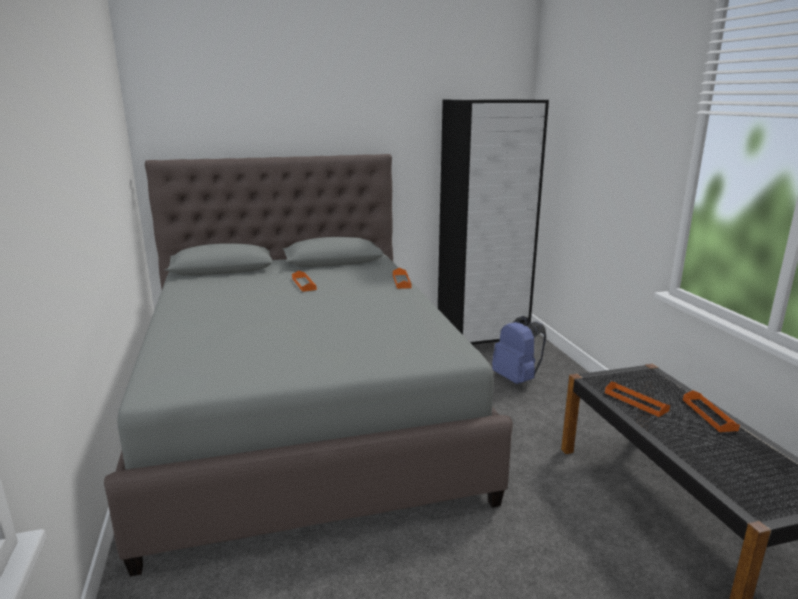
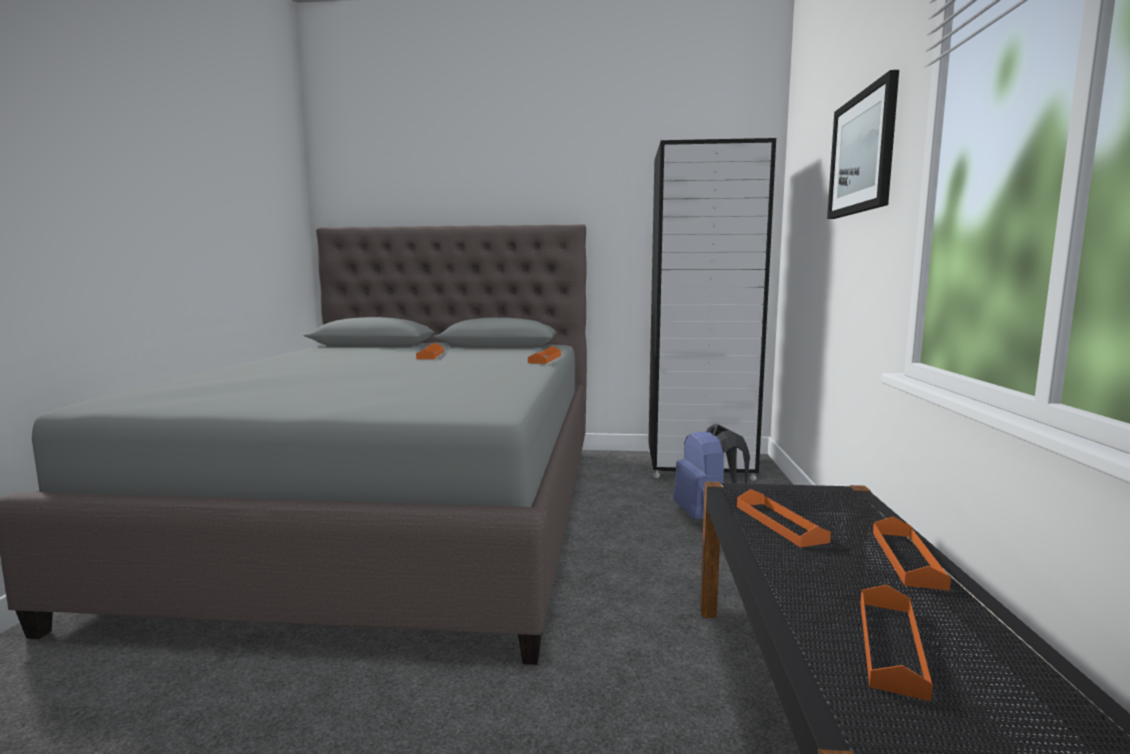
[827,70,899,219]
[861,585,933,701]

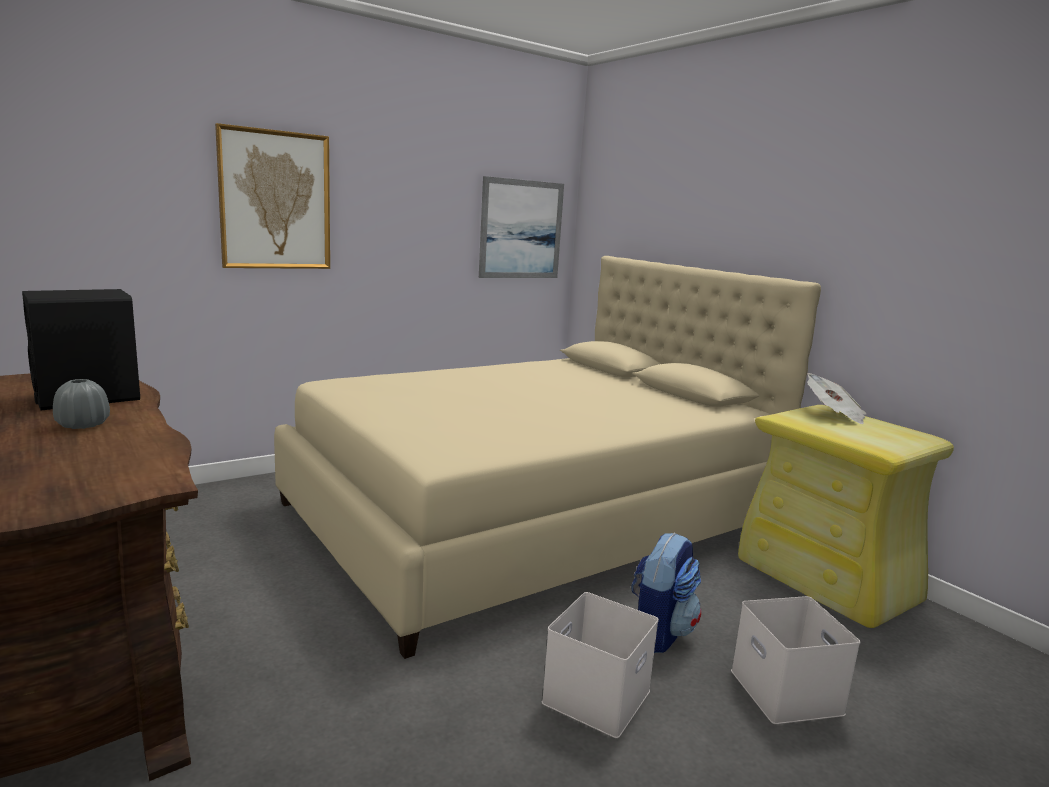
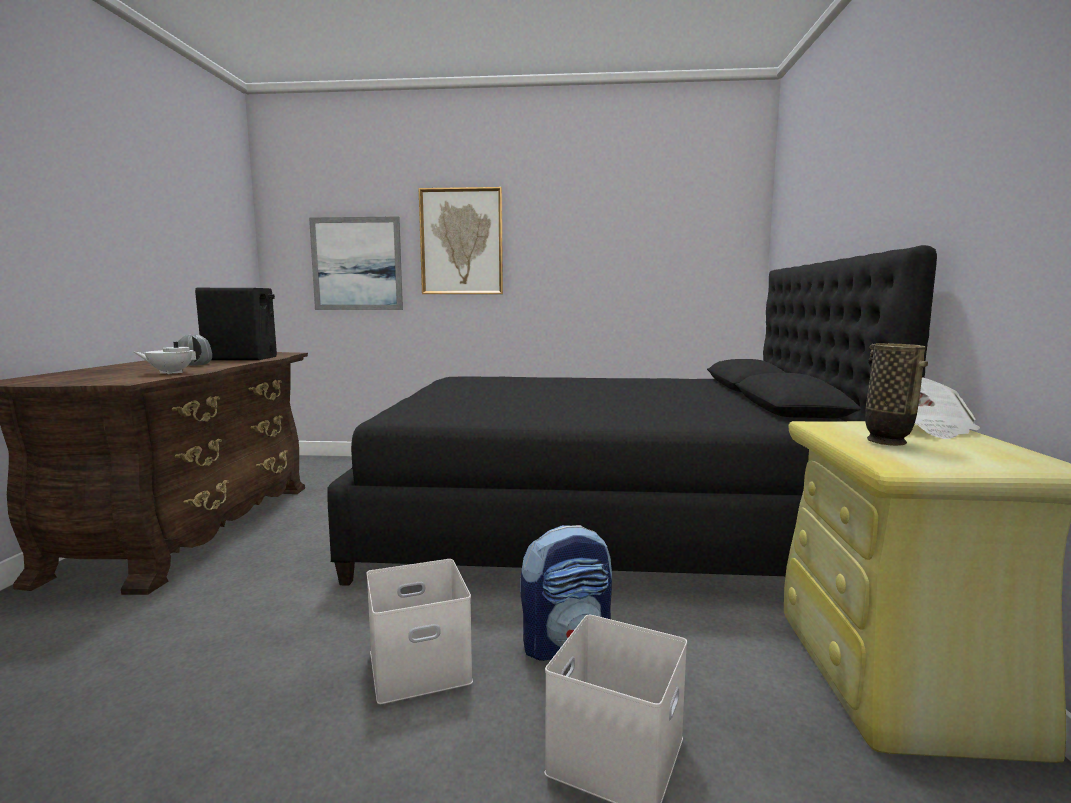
[327,245,937,586]
[309,216,403,310]
[134,336,202,374]
[865,343,928,446]

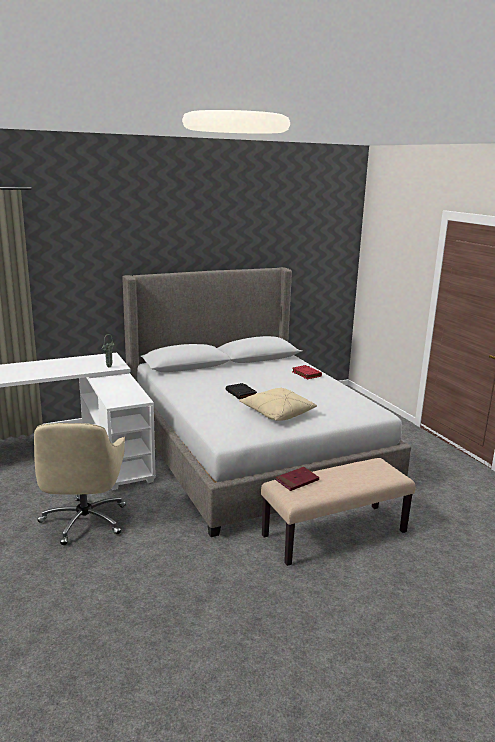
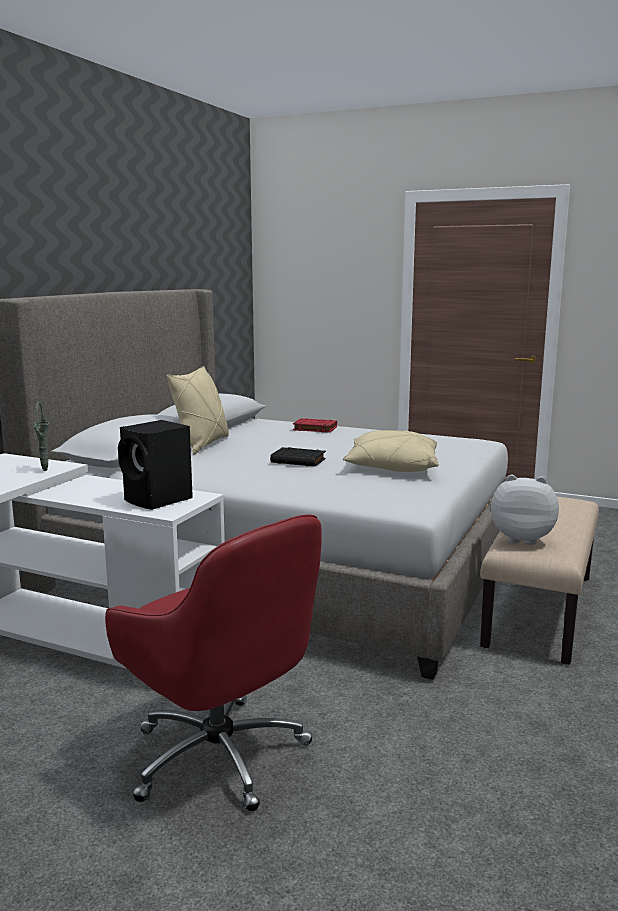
[105,515,322,811]
[491,475,559,545]
[118,420,193,510]
[167,366,229,455]

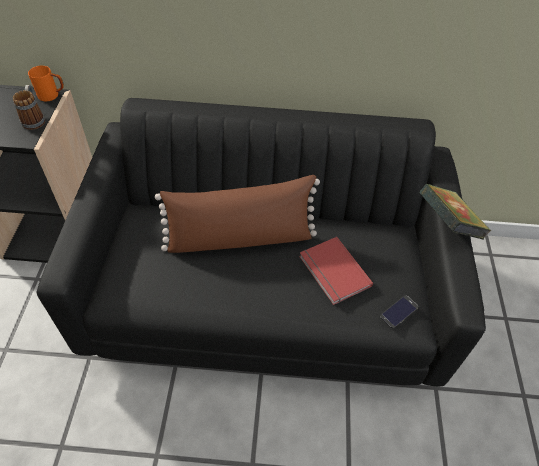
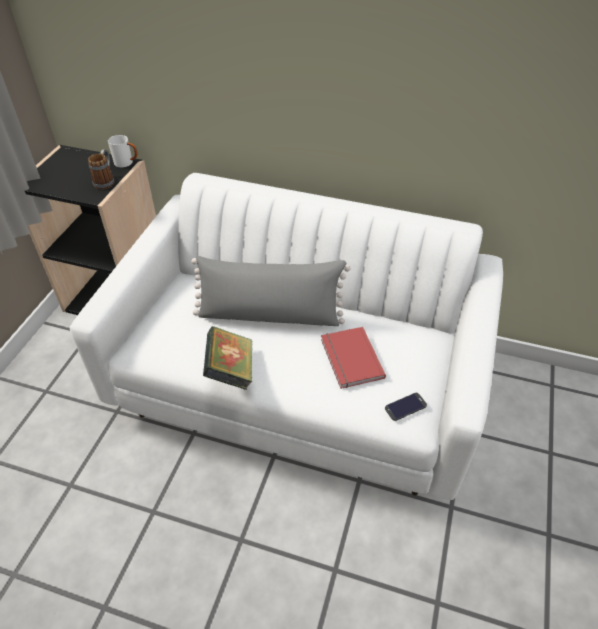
[108,135,138,168]
[70,173,503,500]
[191,256,351,326]
[203,326,252,390]

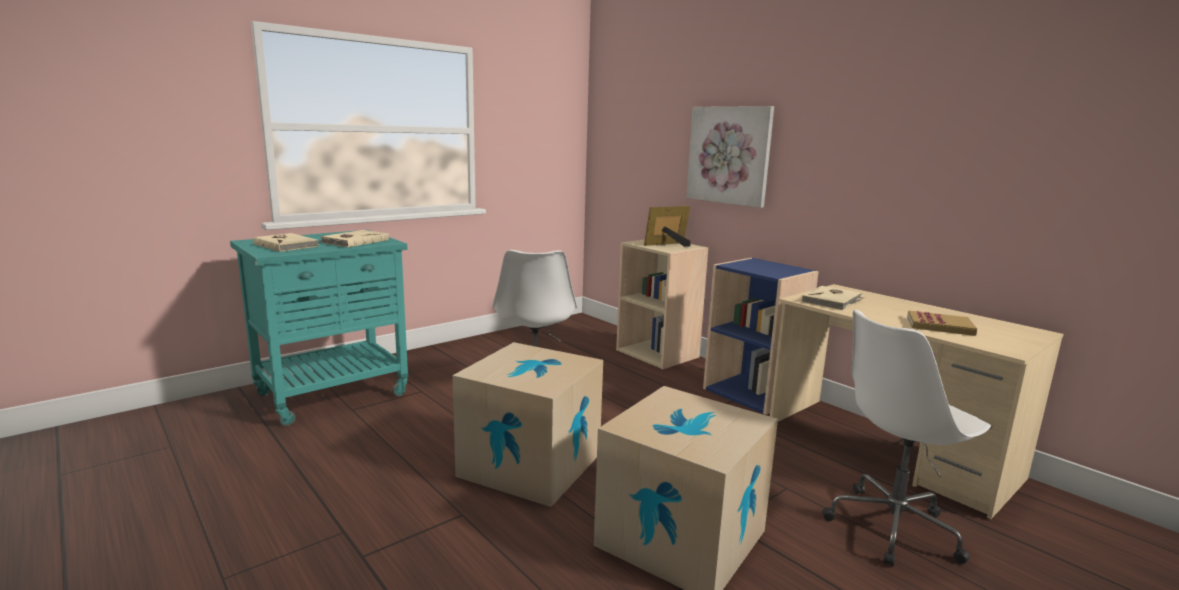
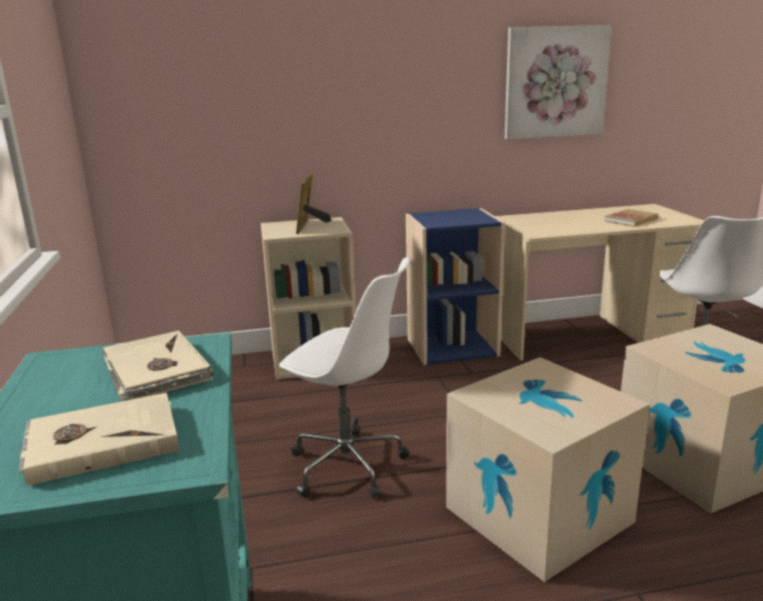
[505,25,611,140]
[802,286,864,310] (first image)

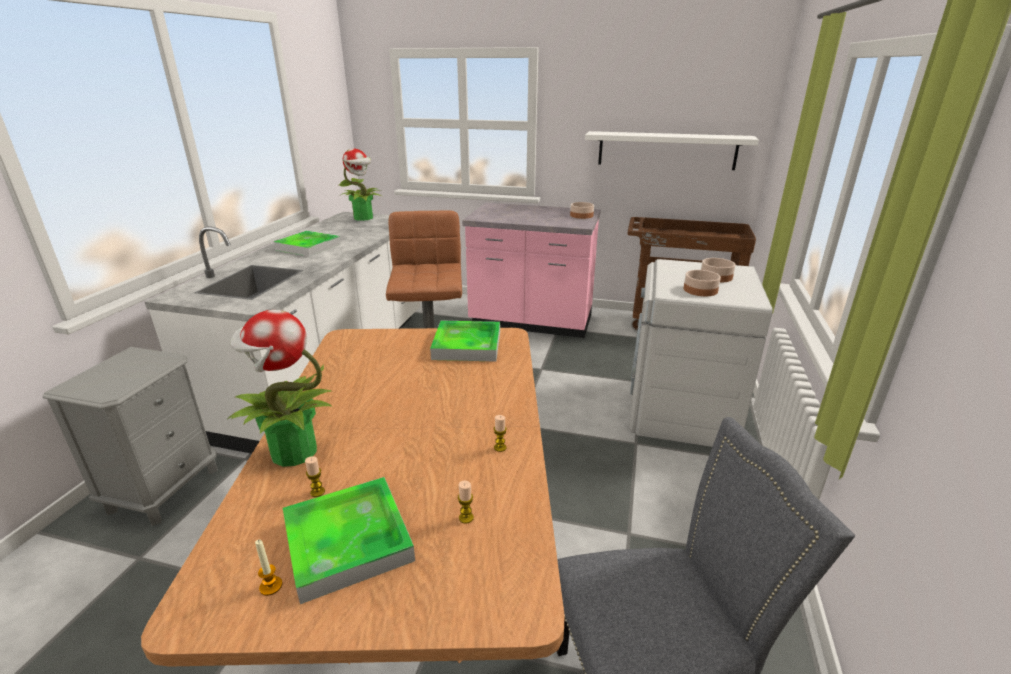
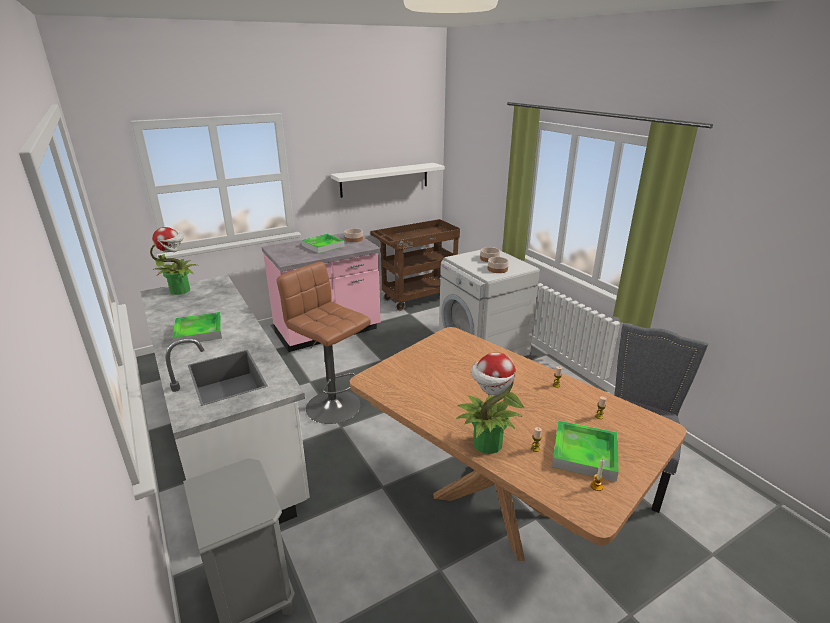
[301,234,345,254]

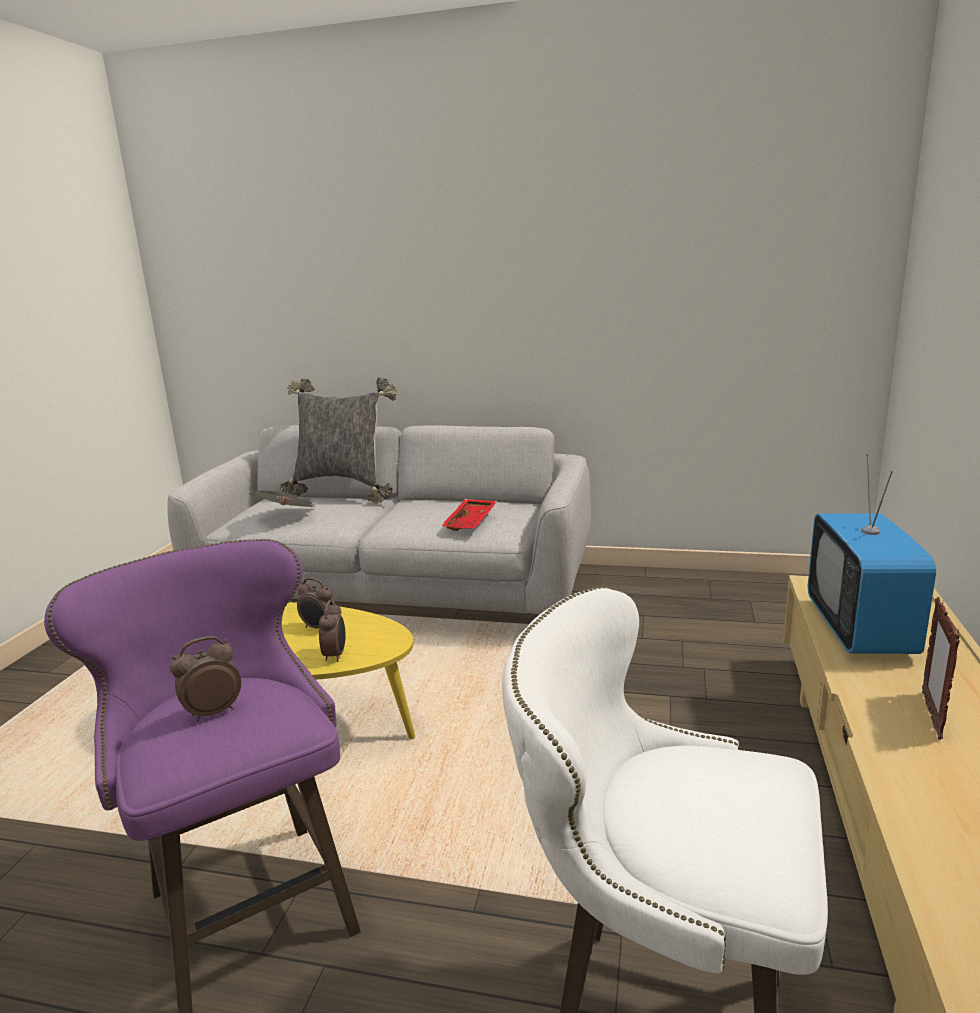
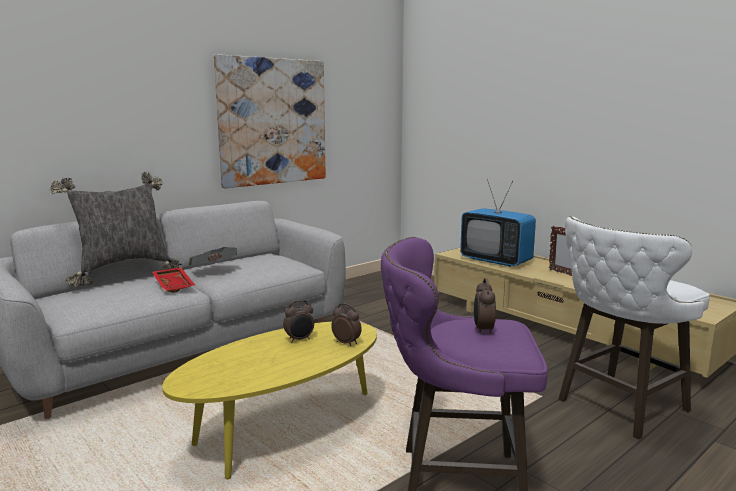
[188,247,237,267]
[152,267,195,293]
[214,54,326,188]

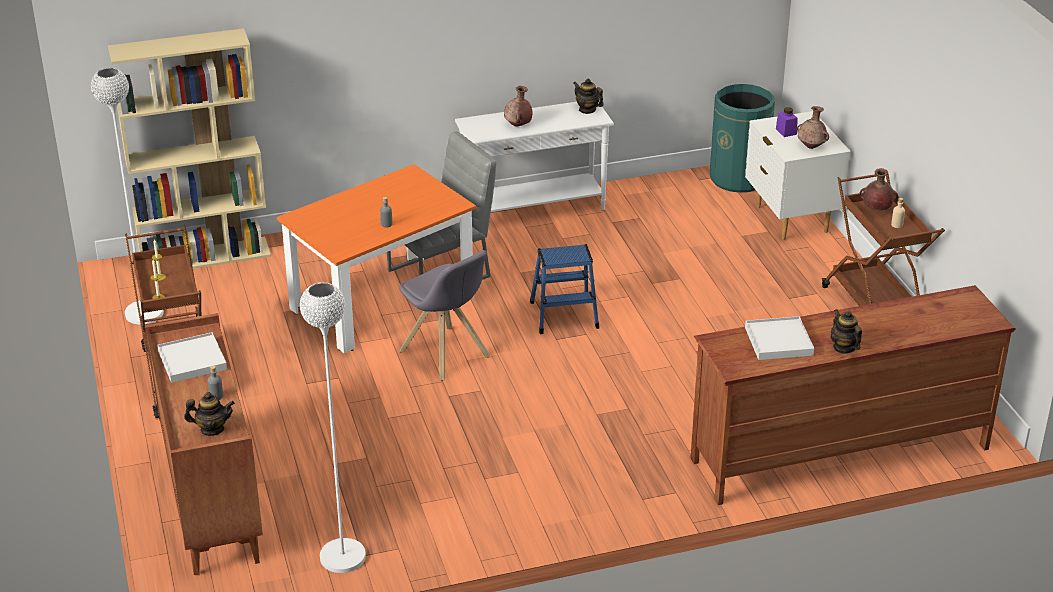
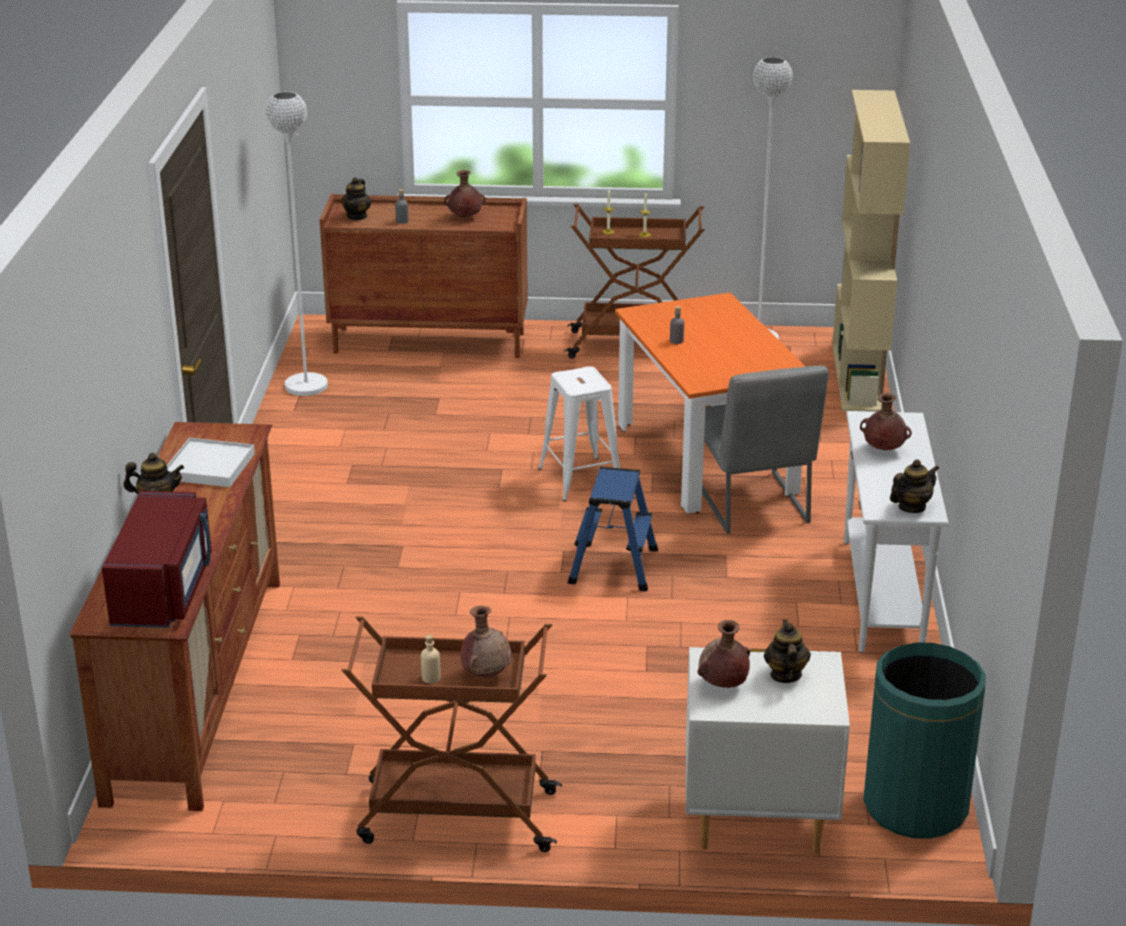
[444,170,485,218]
[538,366,620,501]
[764,619,811,683]
[102,491,212,628]

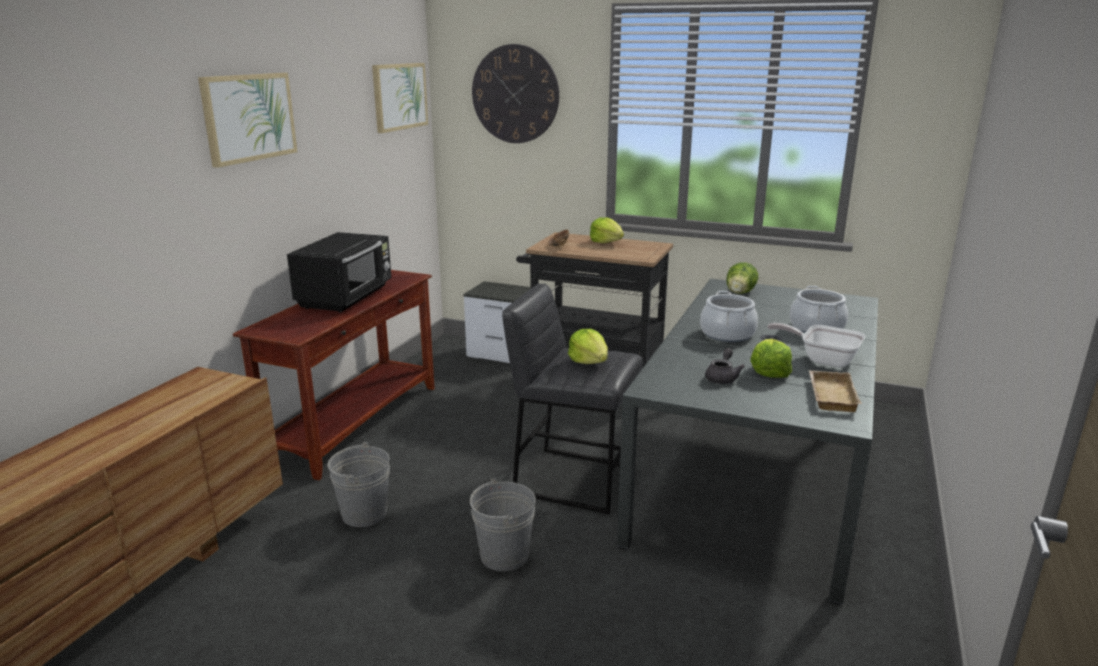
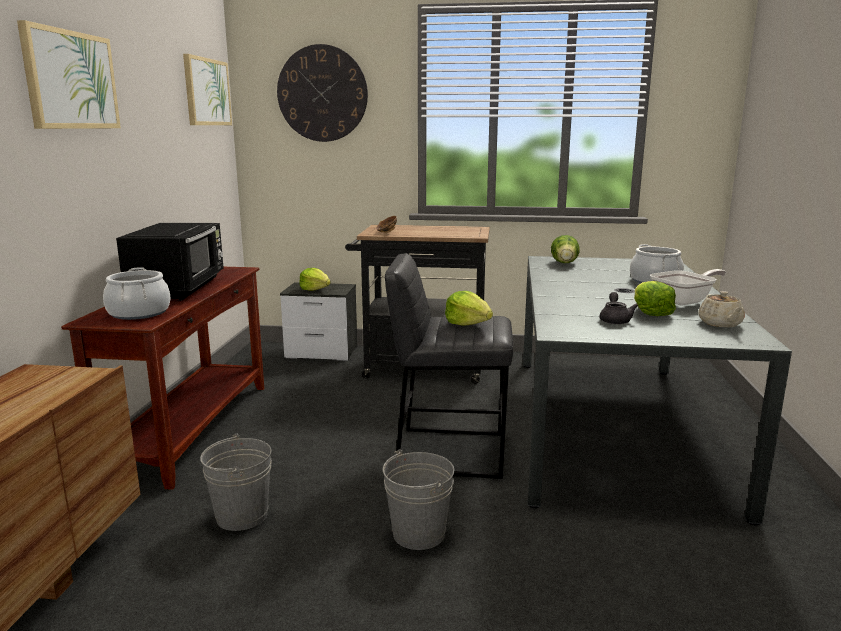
[299,268,331,291]
[103,267,171,320]
[650,269,726,305]
[698,291,745,327]

